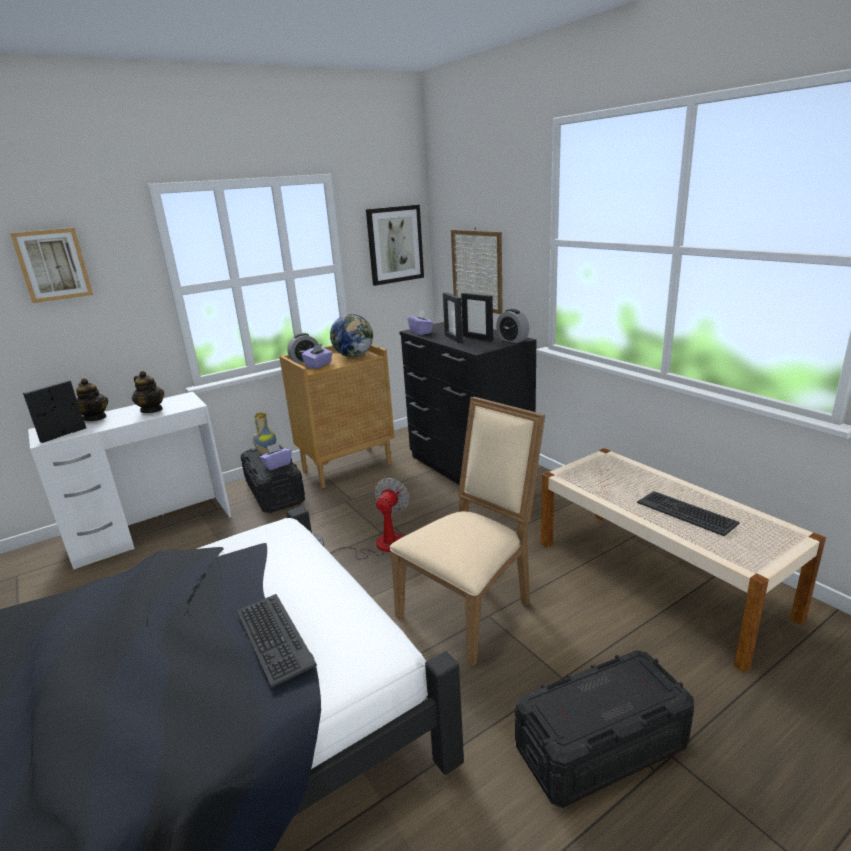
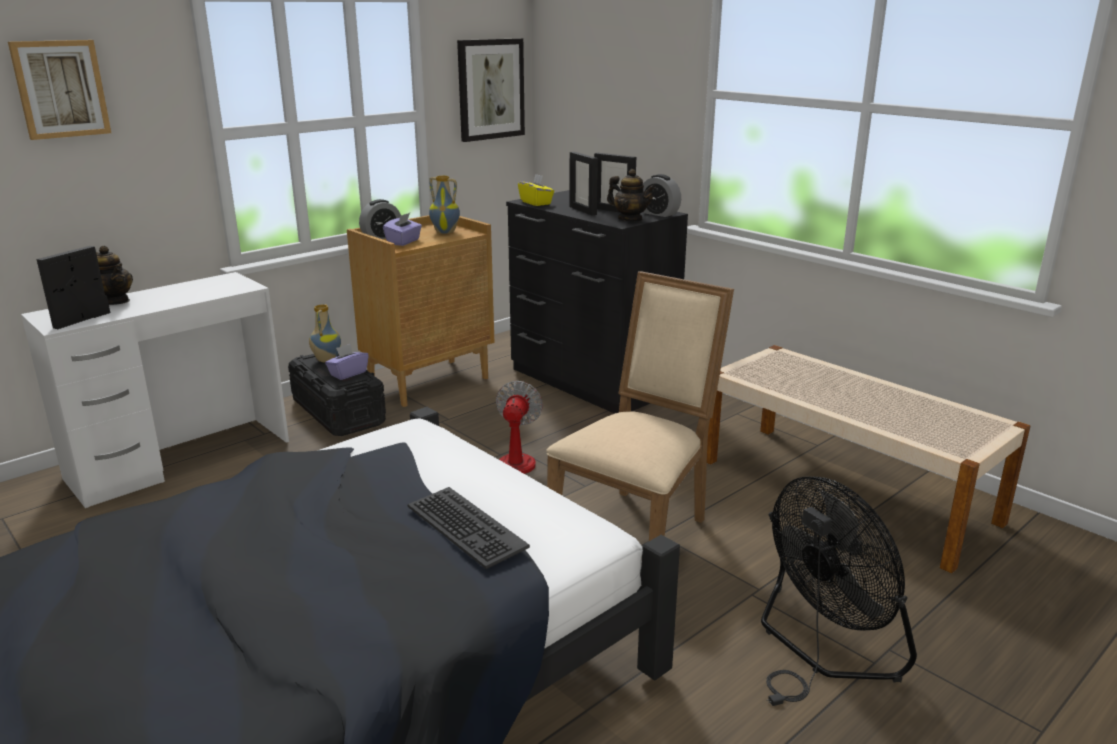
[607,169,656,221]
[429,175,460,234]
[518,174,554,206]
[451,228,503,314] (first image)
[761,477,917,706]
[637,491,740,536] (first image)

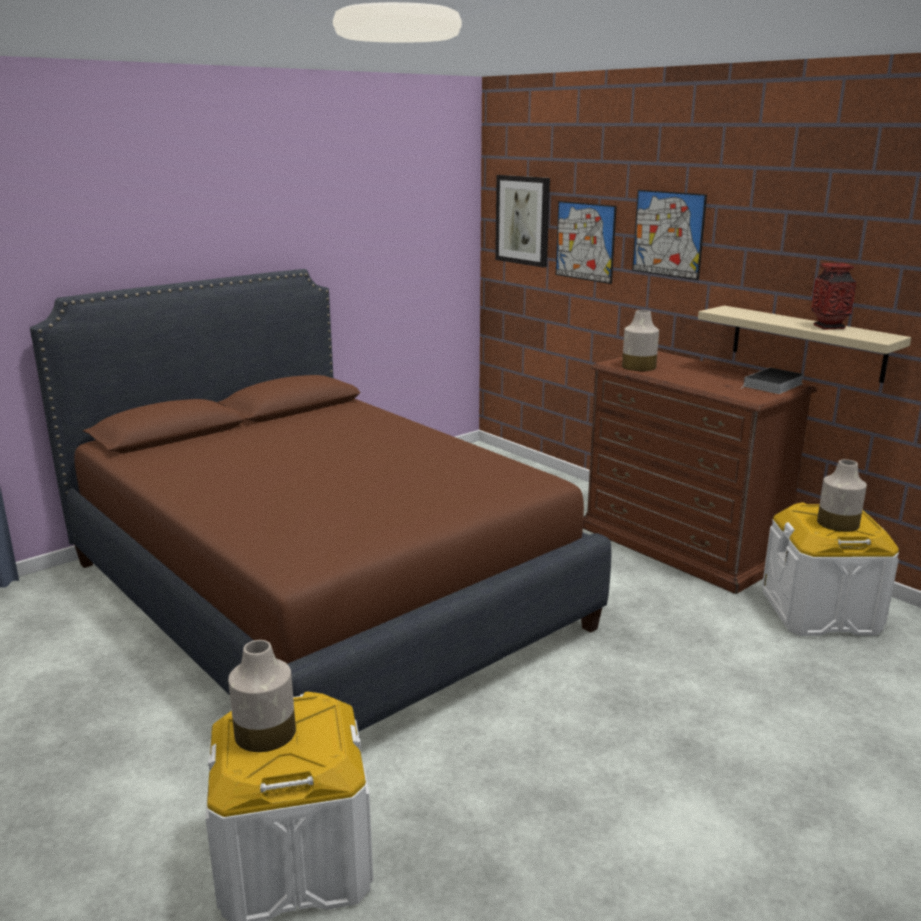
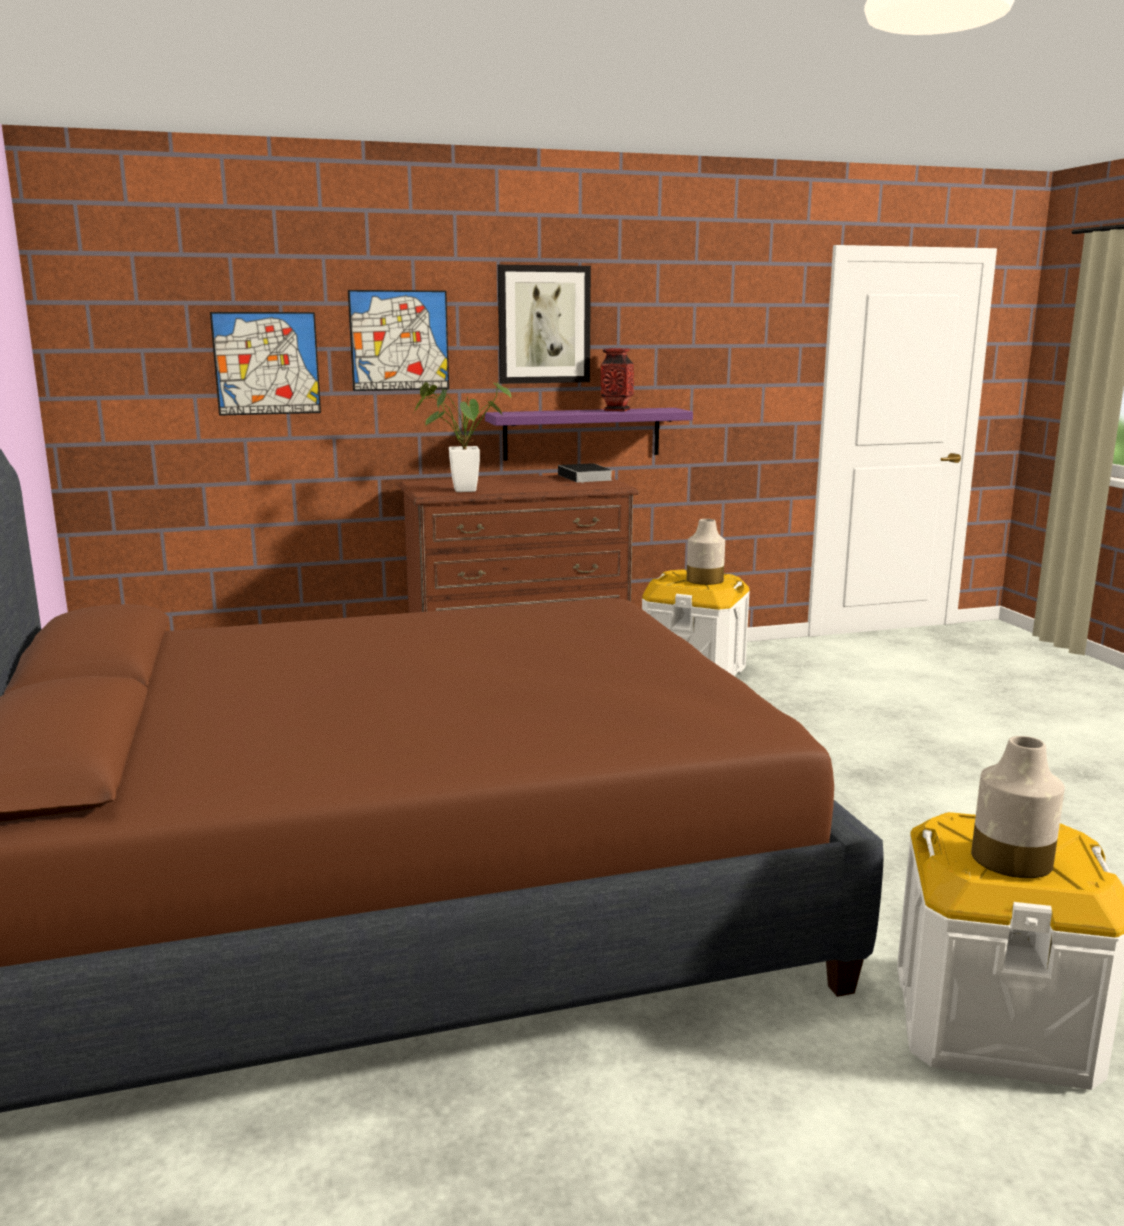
[498,265,591,384]
[414,382,512,492]
[485,408,693,461]

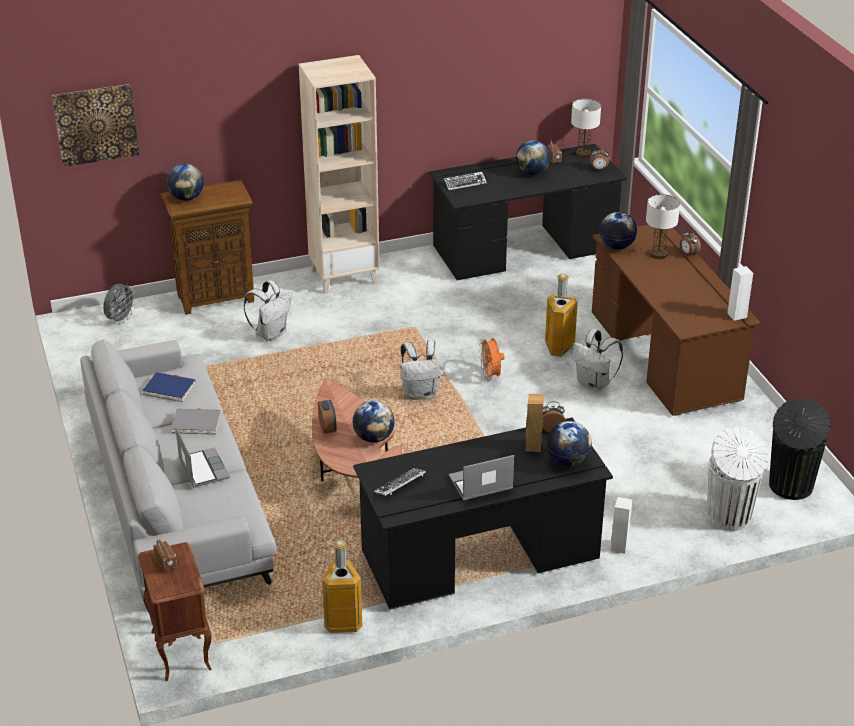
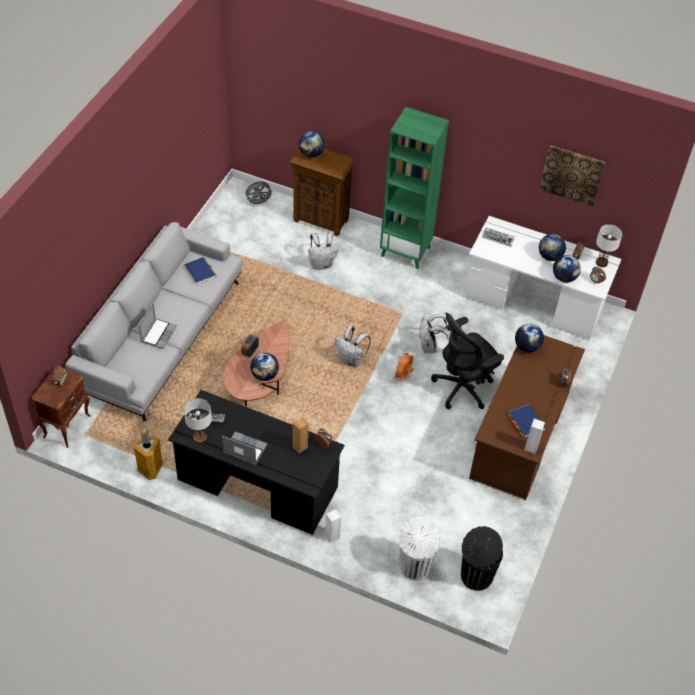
[540,145,605,206]
[171,408,221,435] (first image)
[380,107,449,269]
[465,216,621,340]
[431,313,504,409]
[553,255,581,283]
[419,314,449,353]
[184,398,212,444]
[508,404,545,438]

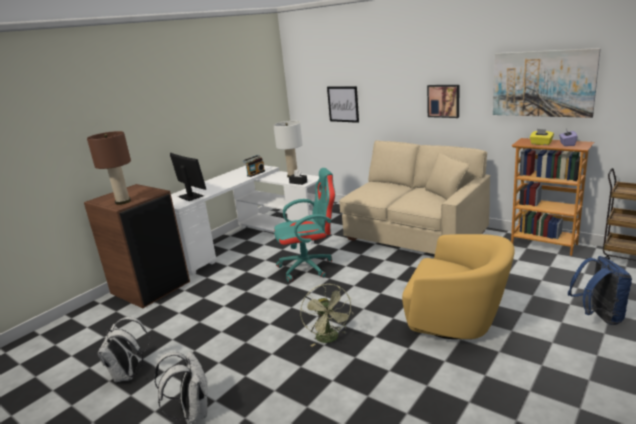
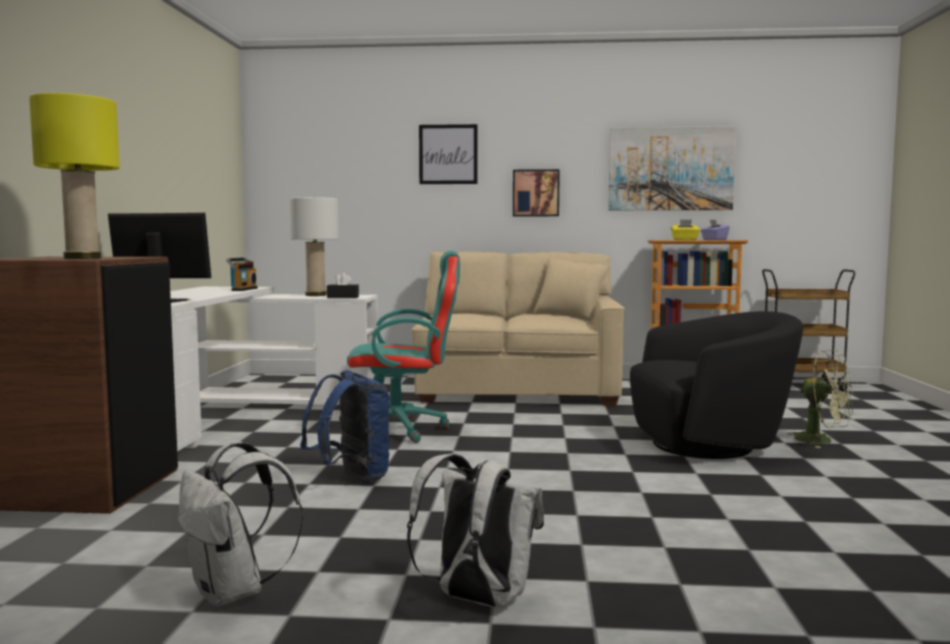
[29,93,120,259]
[347,251,460,443]
[787,350,853,448]
[419,124,478,184]
[630,311,803,459]
[300,370,391,483]

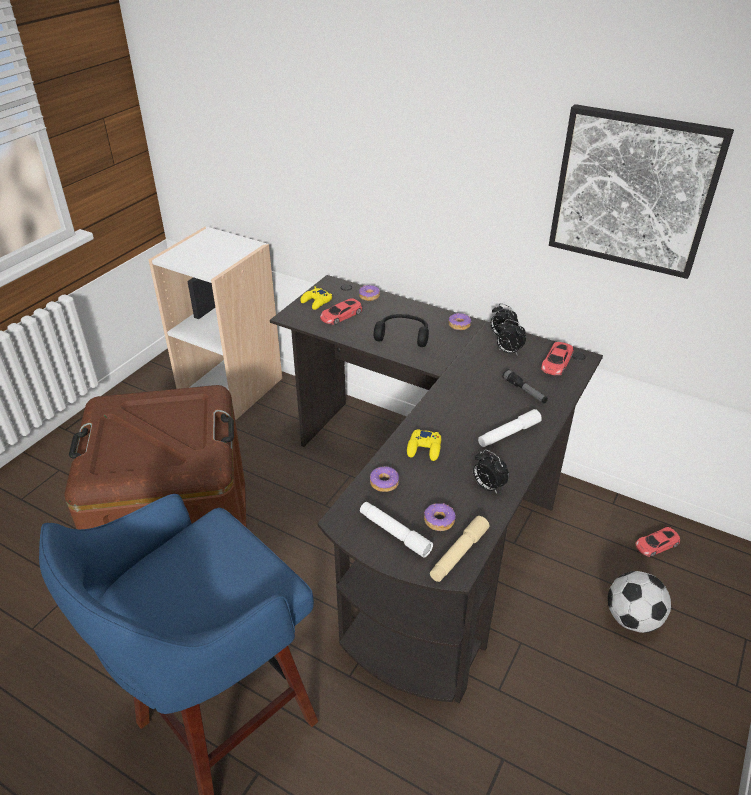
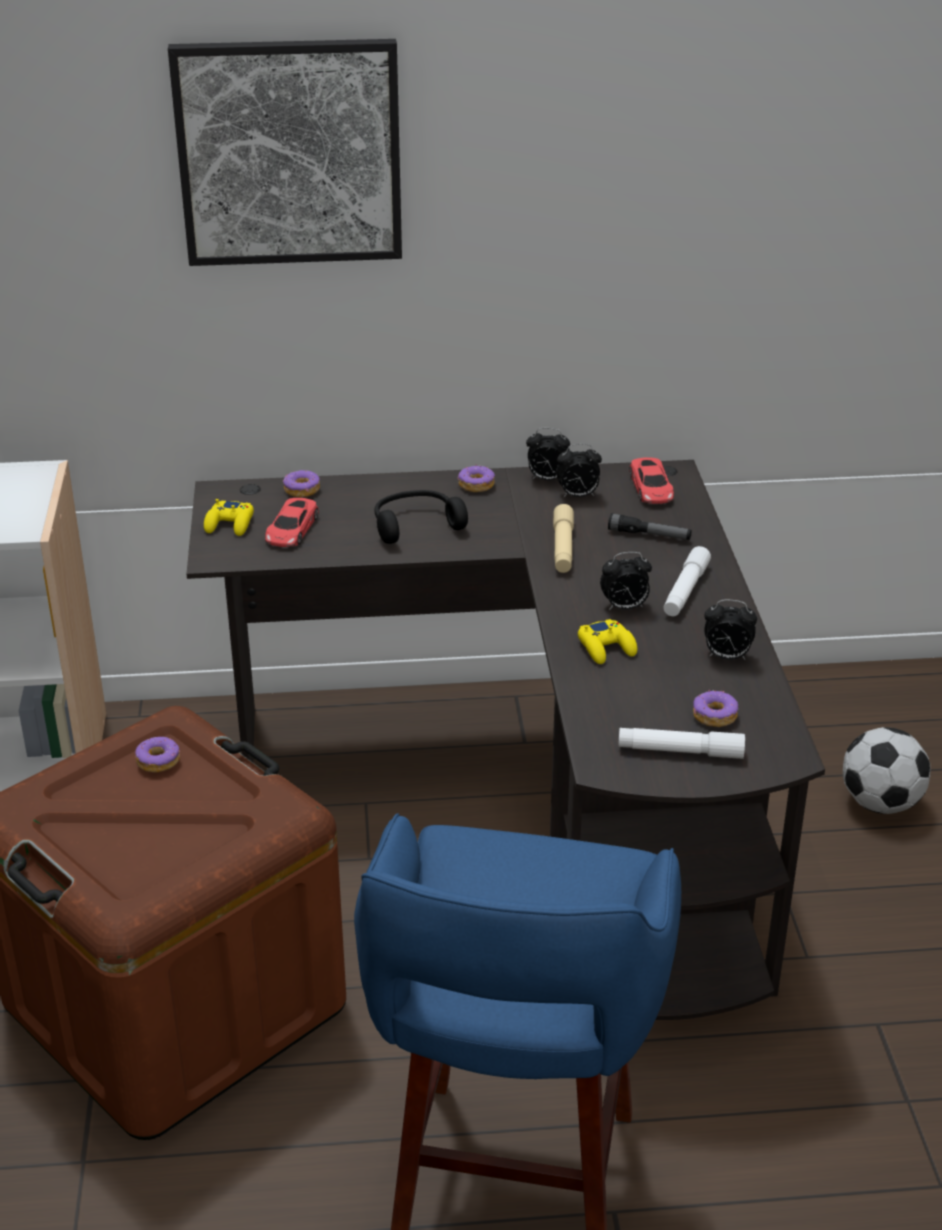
[135,737,180,773]
[553,504,574,573]
[168,39,402,266]
[635,527,680,557] (first image)
[600,552,652,610]

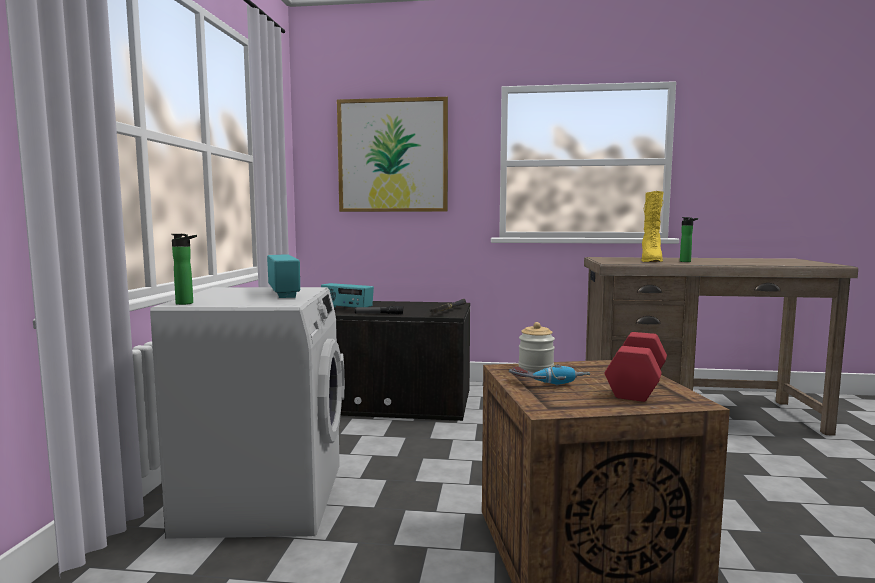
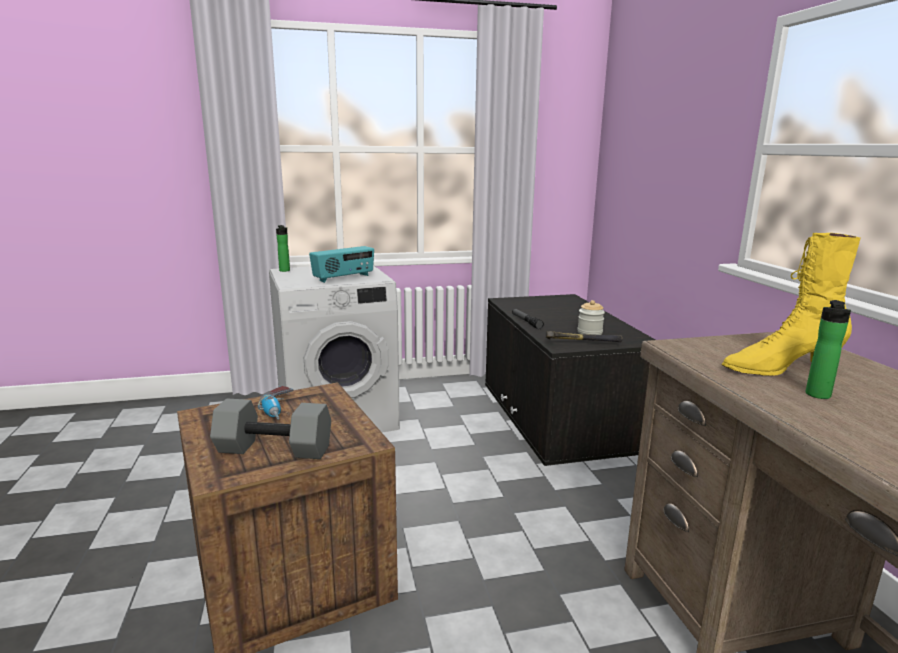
[321,283,374,307] (first image)
[337,97,448,212] (first image)
[578,300,605,335]
[210,398,331,459]

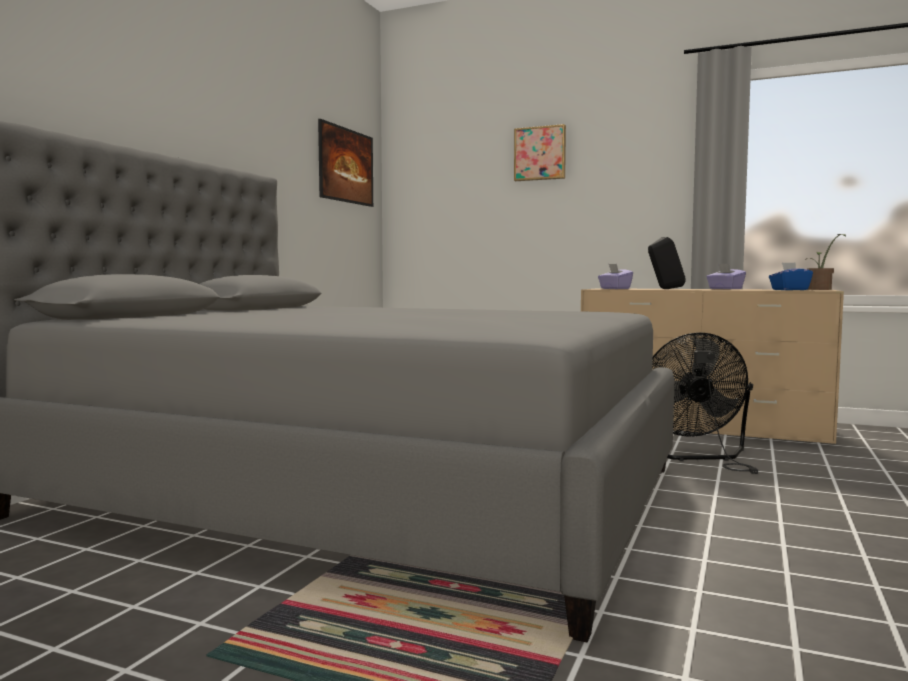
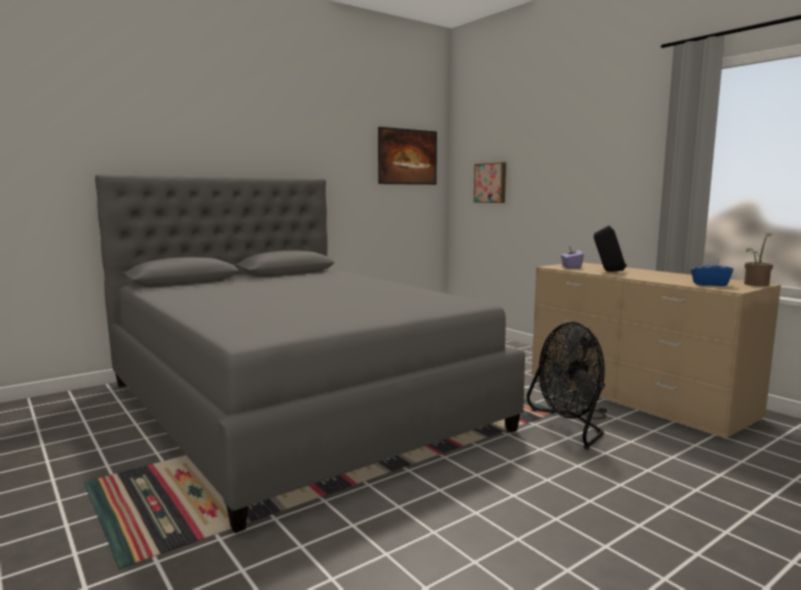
[474,162,506,203]
[527,322,608,450]
[706,264,746,289] (first image)

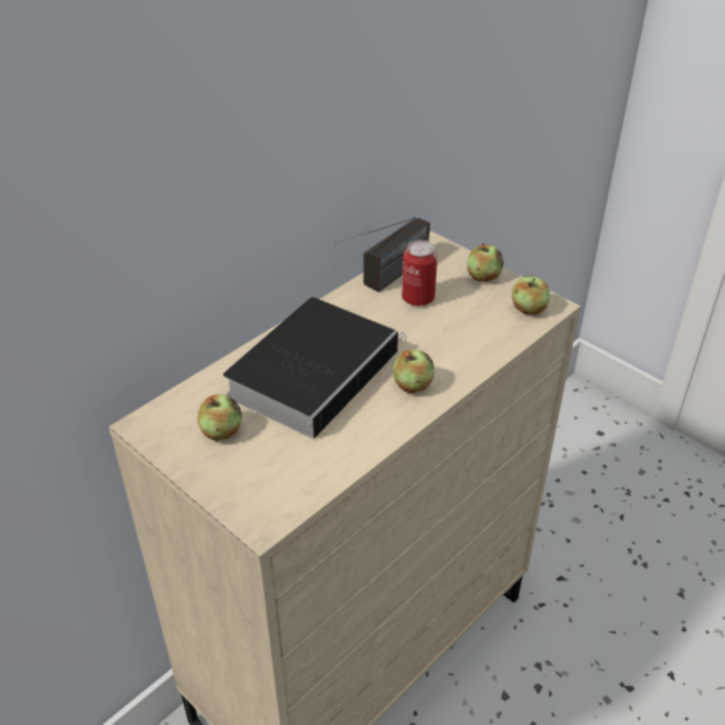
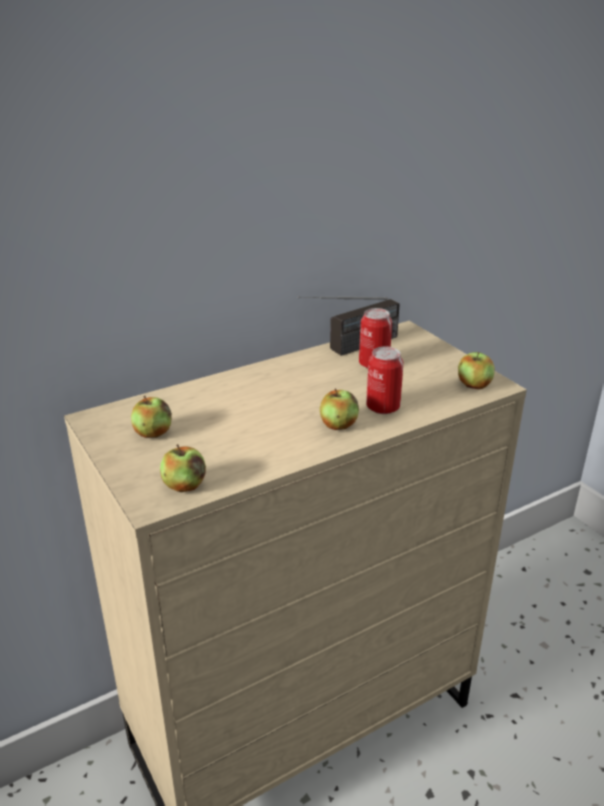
[223,297,406,439] (first image)
[160,444,206,492]
[366,346,403,414]

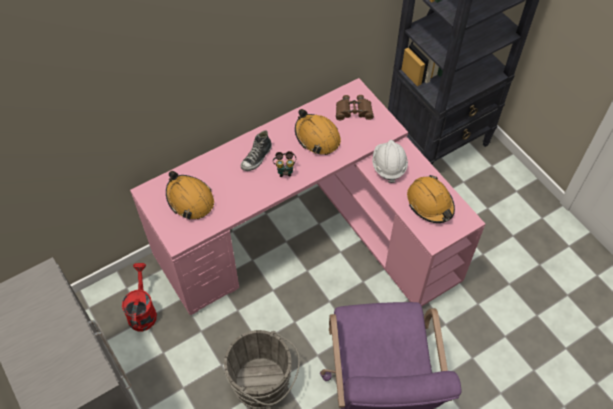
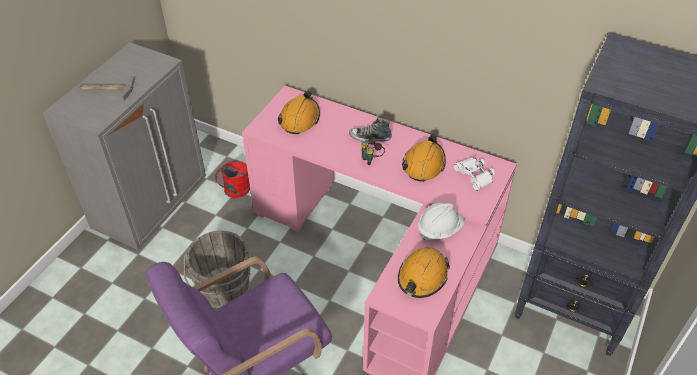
[454,158,495,191]
[79,76,135,101]

